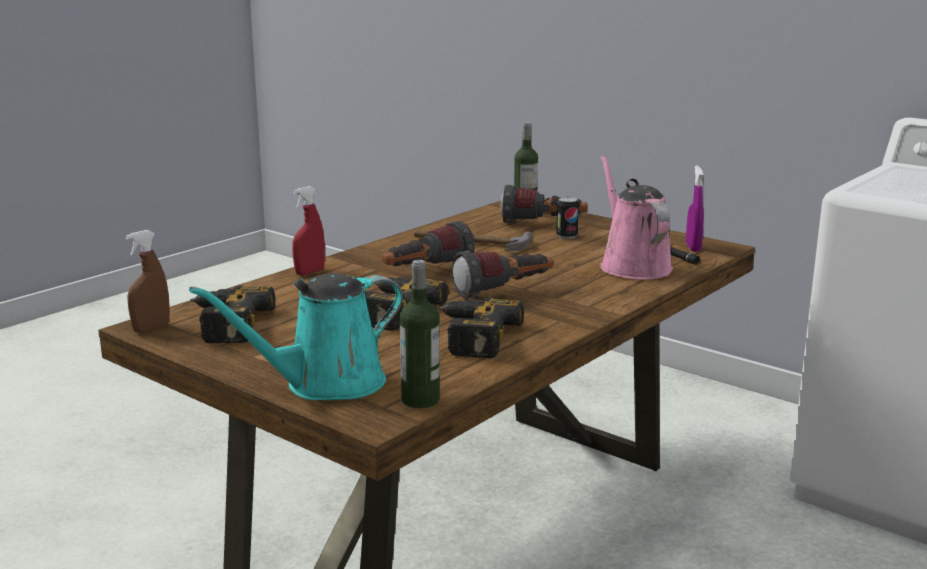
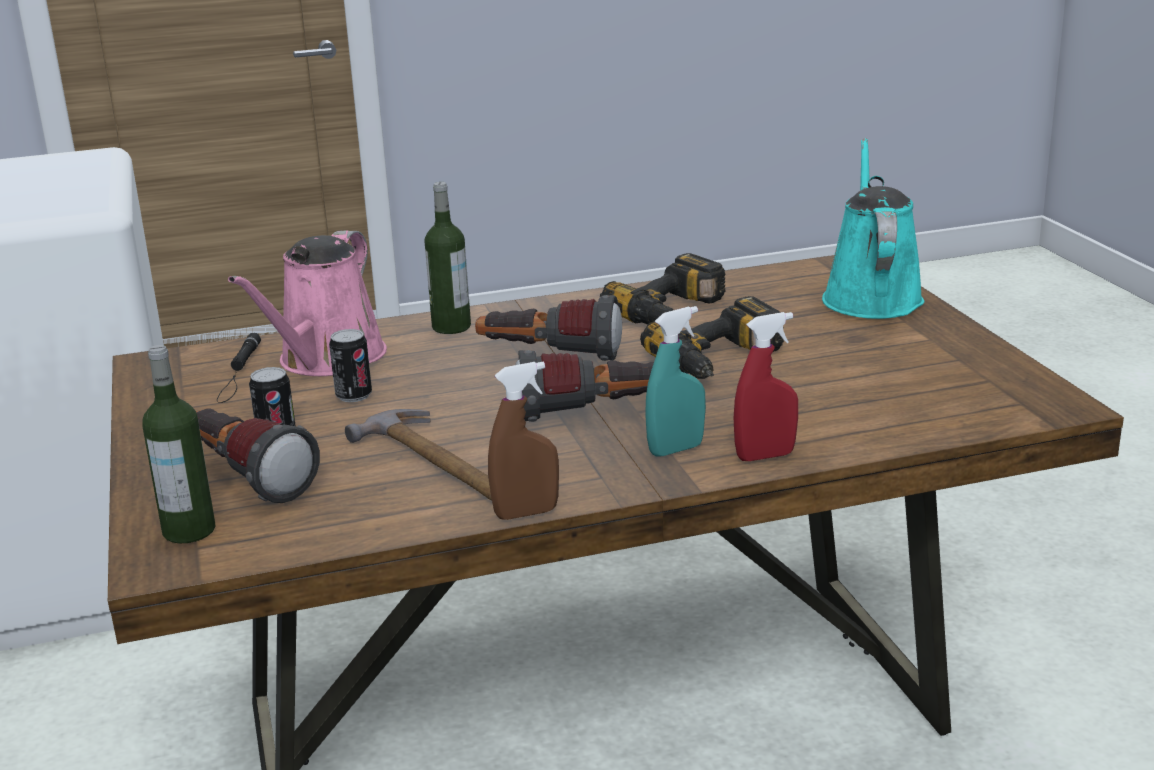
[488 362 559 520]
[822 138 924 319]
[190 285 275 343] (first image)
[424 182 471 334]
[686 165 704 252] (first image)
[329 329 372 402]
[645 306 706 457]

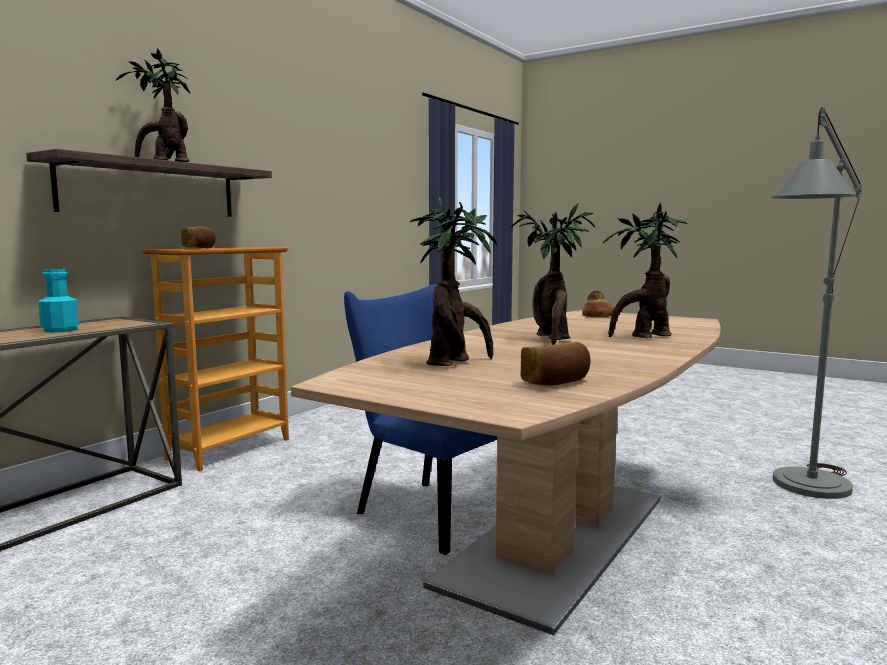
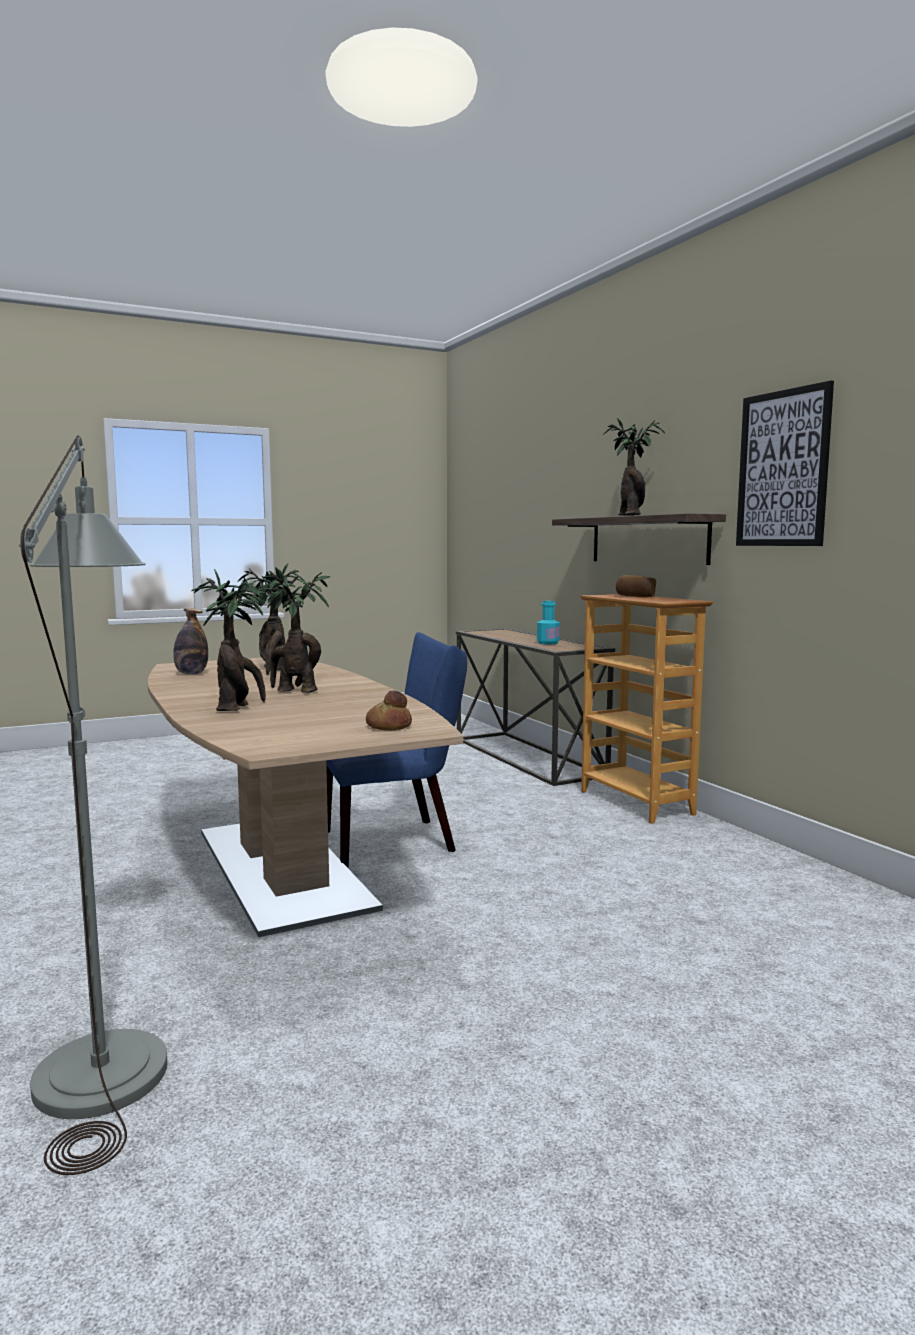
[173 608 208 674]
[736 381 834 546]

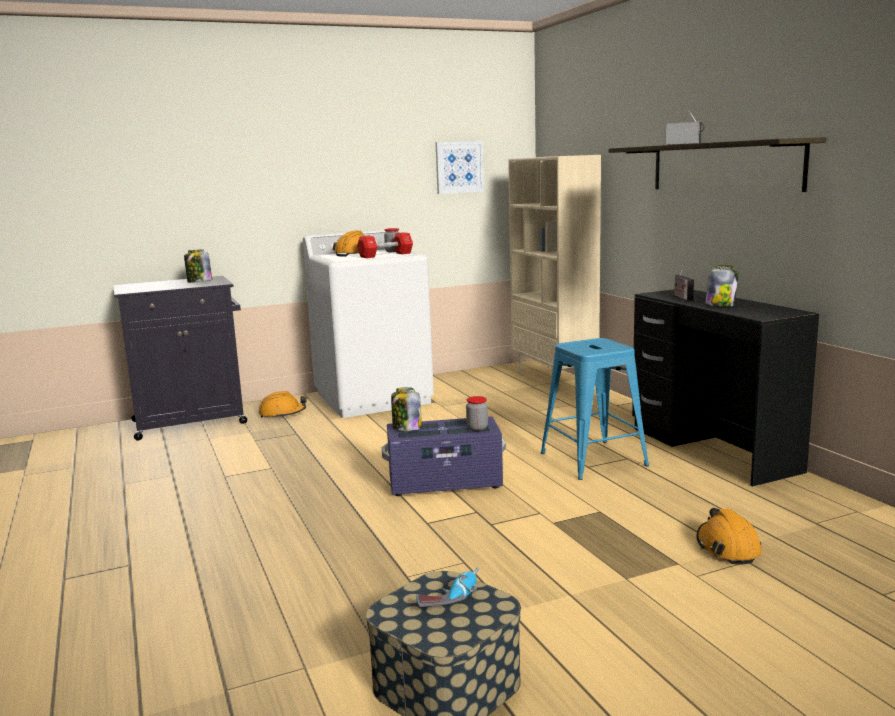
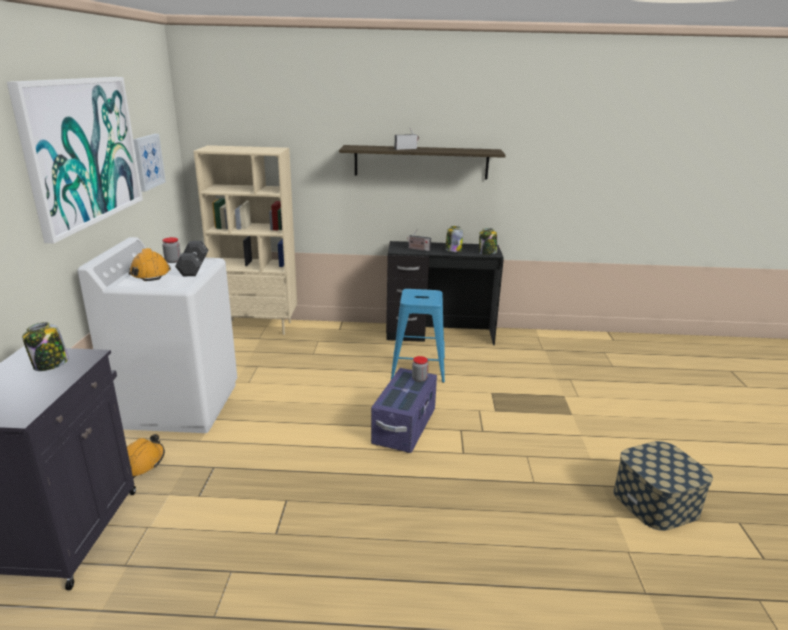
[175 241 209 276]
[479 228 497 255]
[416 567 479 607] (first image)
[696 508 762 565] (first image)
[7 77 143 243]

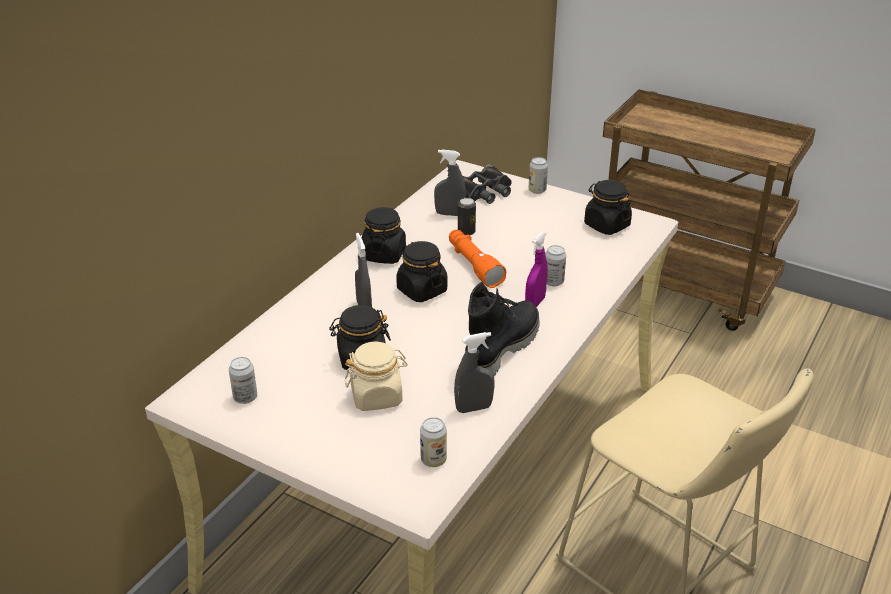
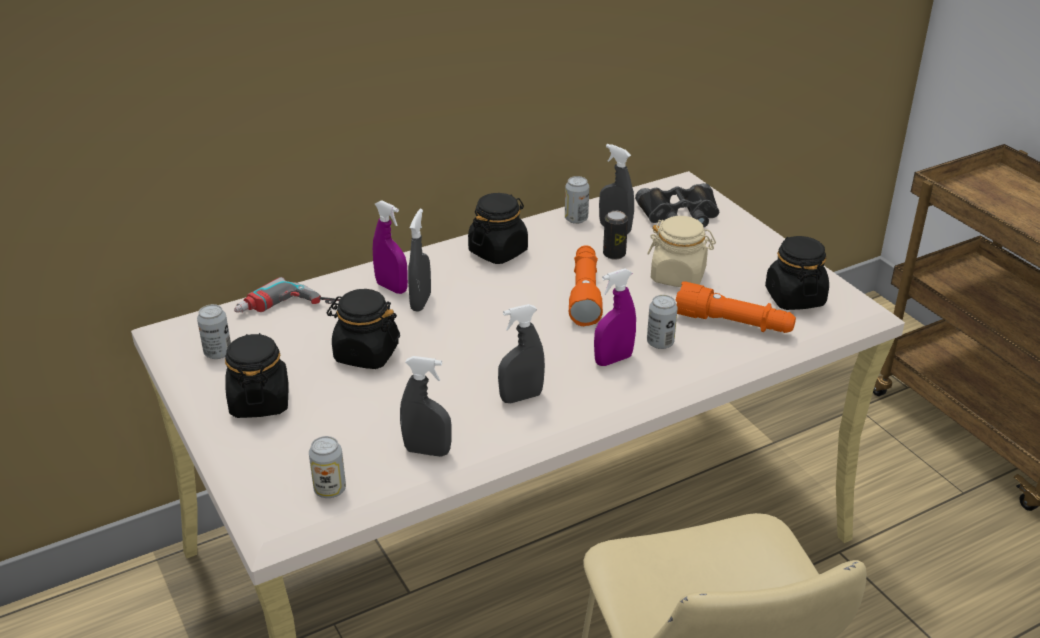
[647 216 716 287]
[225 333 288 418]
[498 304 545 403]
[565 176 589 224]
[234 277 340 313]
[373 200 408 294]
[676 281 796 333]

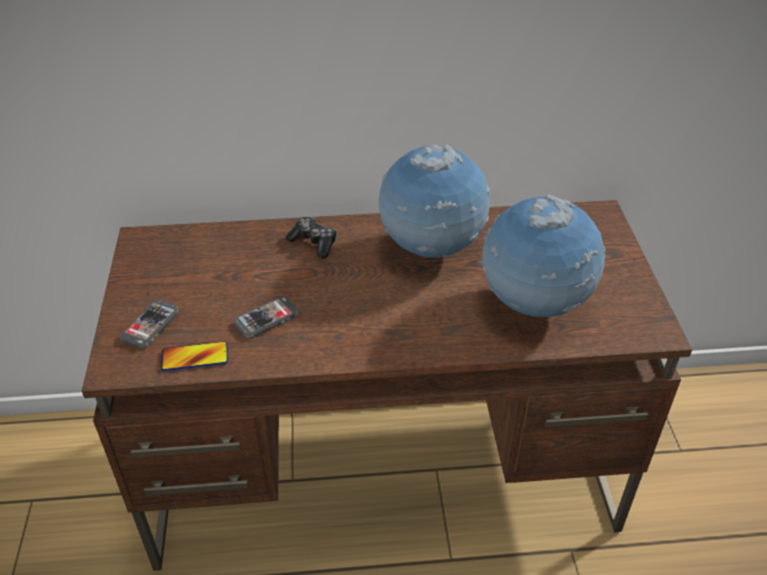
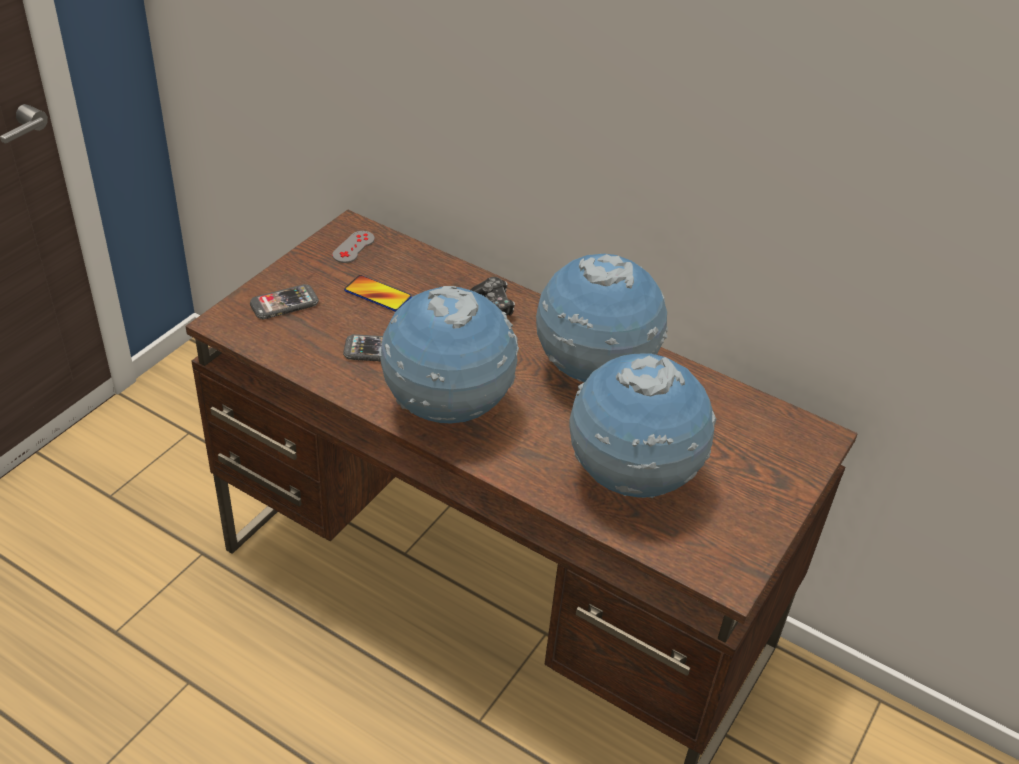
[344 275 412 311]
[332 231 375 263]
[378 286 519 424]

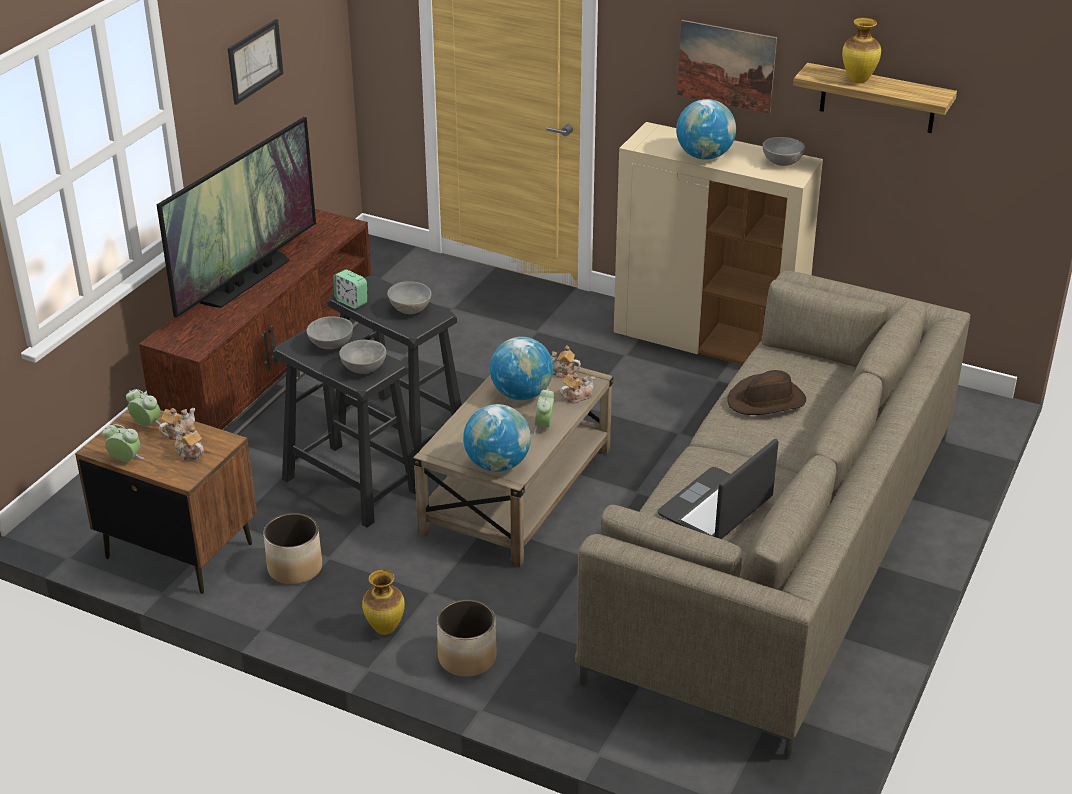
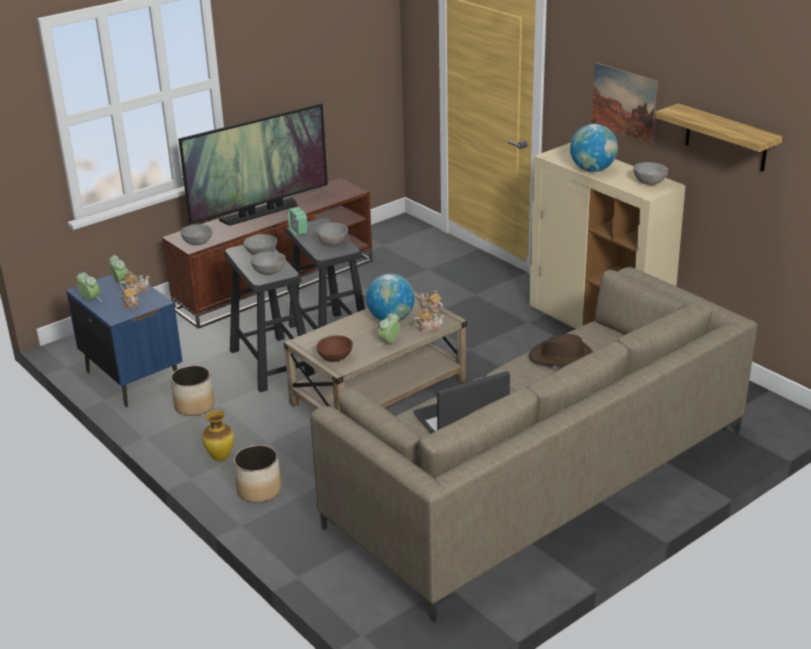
[66 269 183 407]
[228 19 283 105] (first image)
[316 335 353 362]
[842 17 881 83] (first image)
[180 224 212 245]

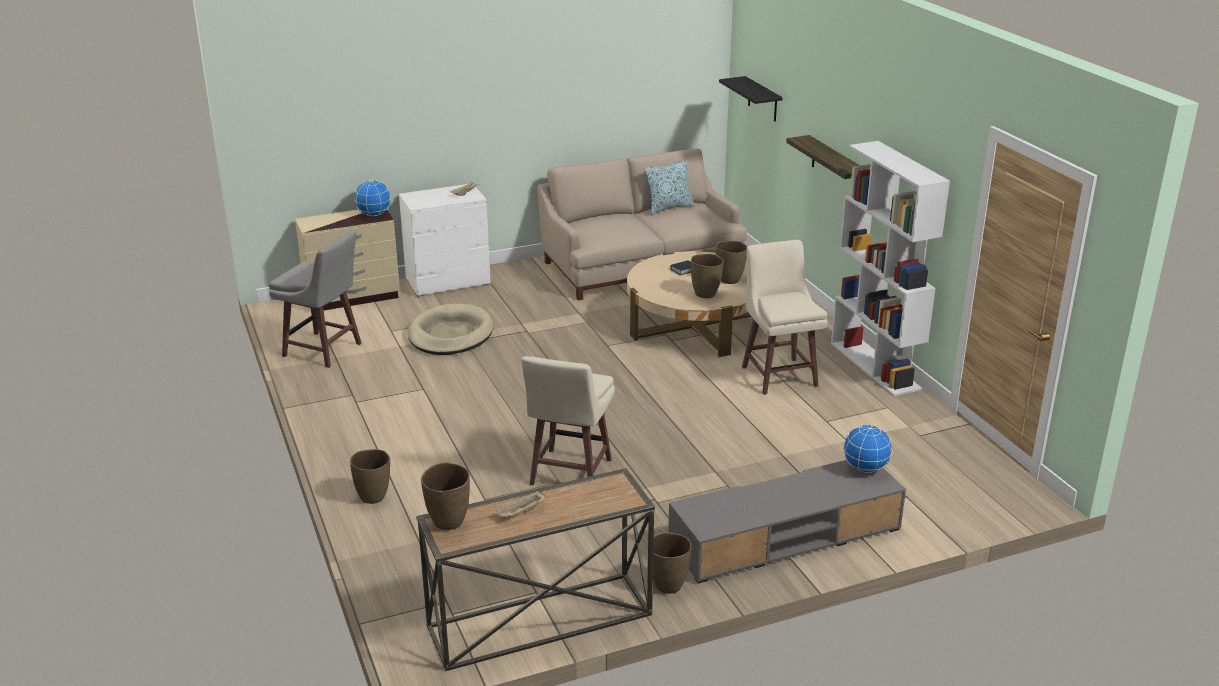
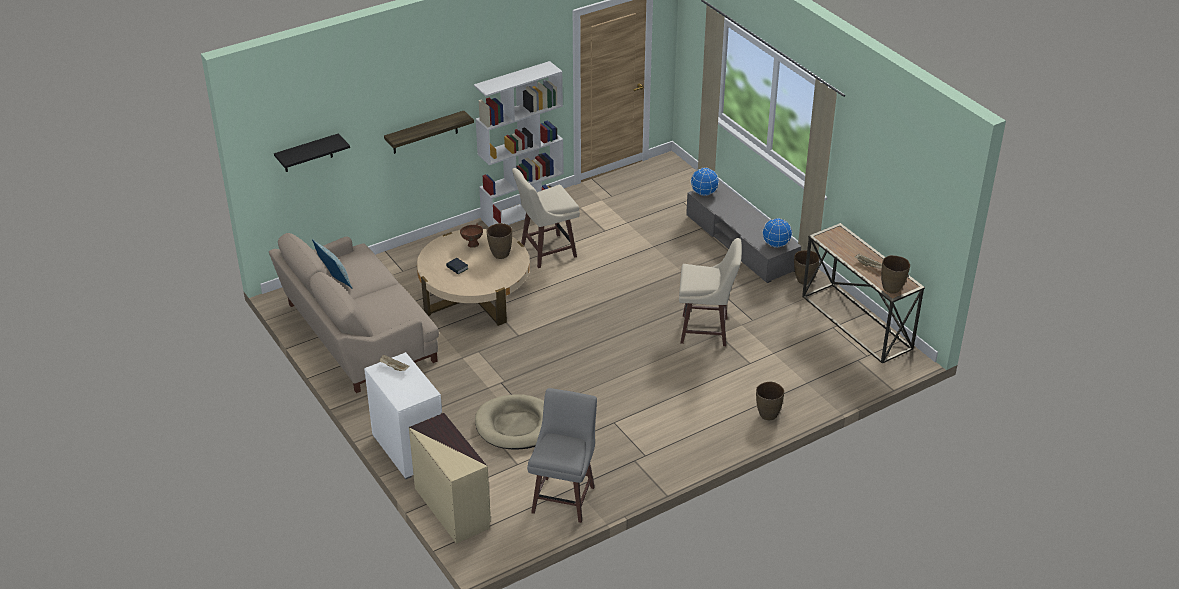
[762 218 792 248]
[460 224 483 248]

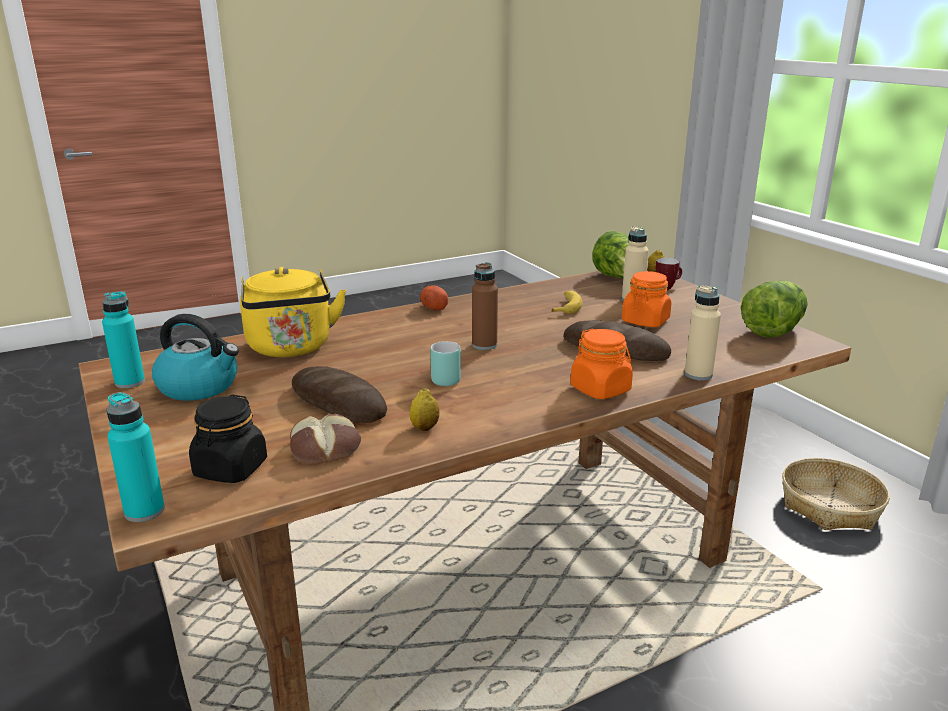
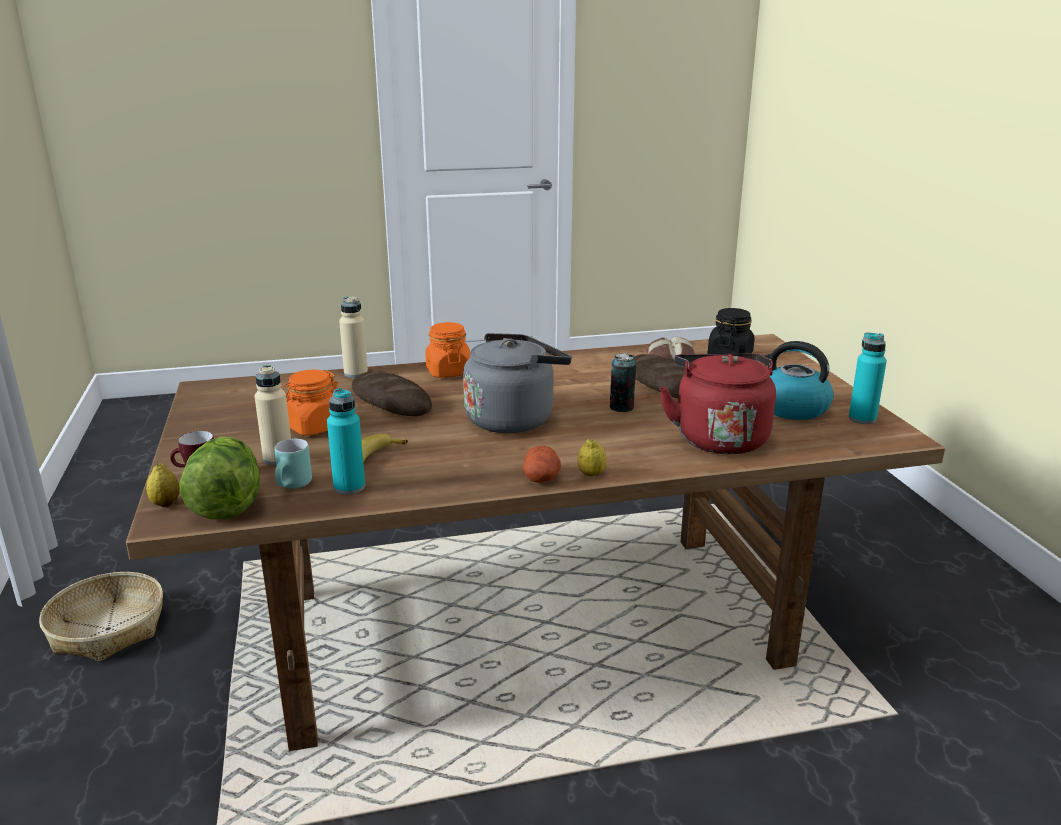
[327 388 365 495]
[659 354 776 454]
[578 439 606 476]
[274 439 312 489]
[463 333 572 433]
[741 281 808 337] (first image)
[610 353 636 412]

